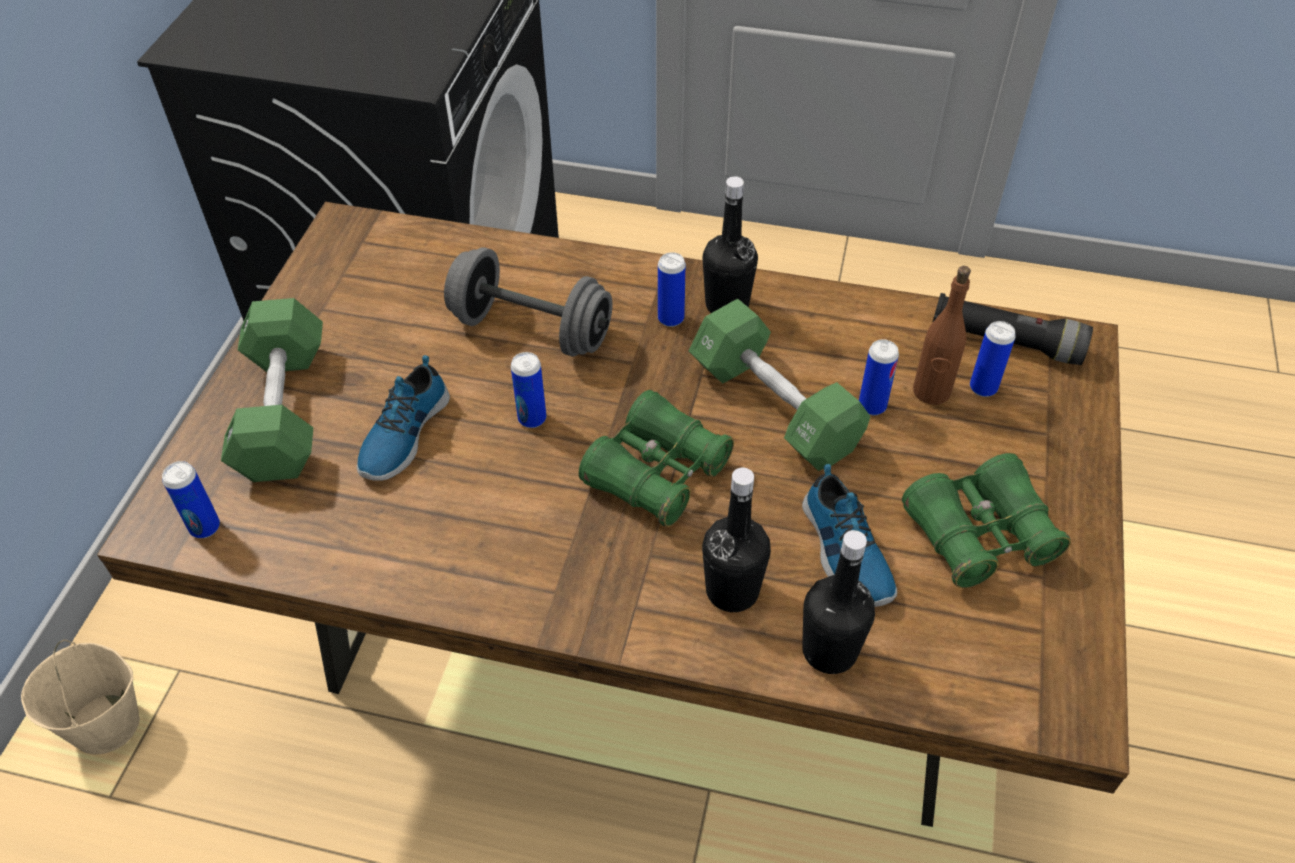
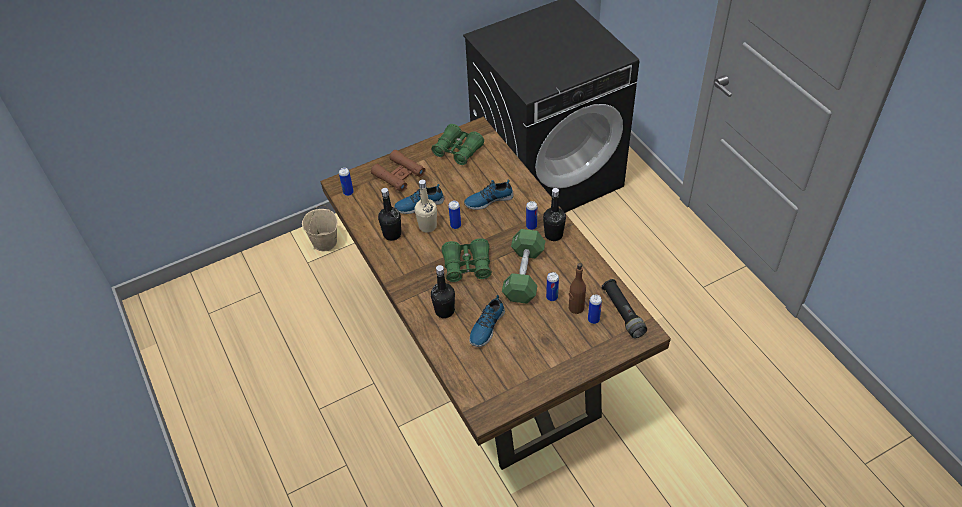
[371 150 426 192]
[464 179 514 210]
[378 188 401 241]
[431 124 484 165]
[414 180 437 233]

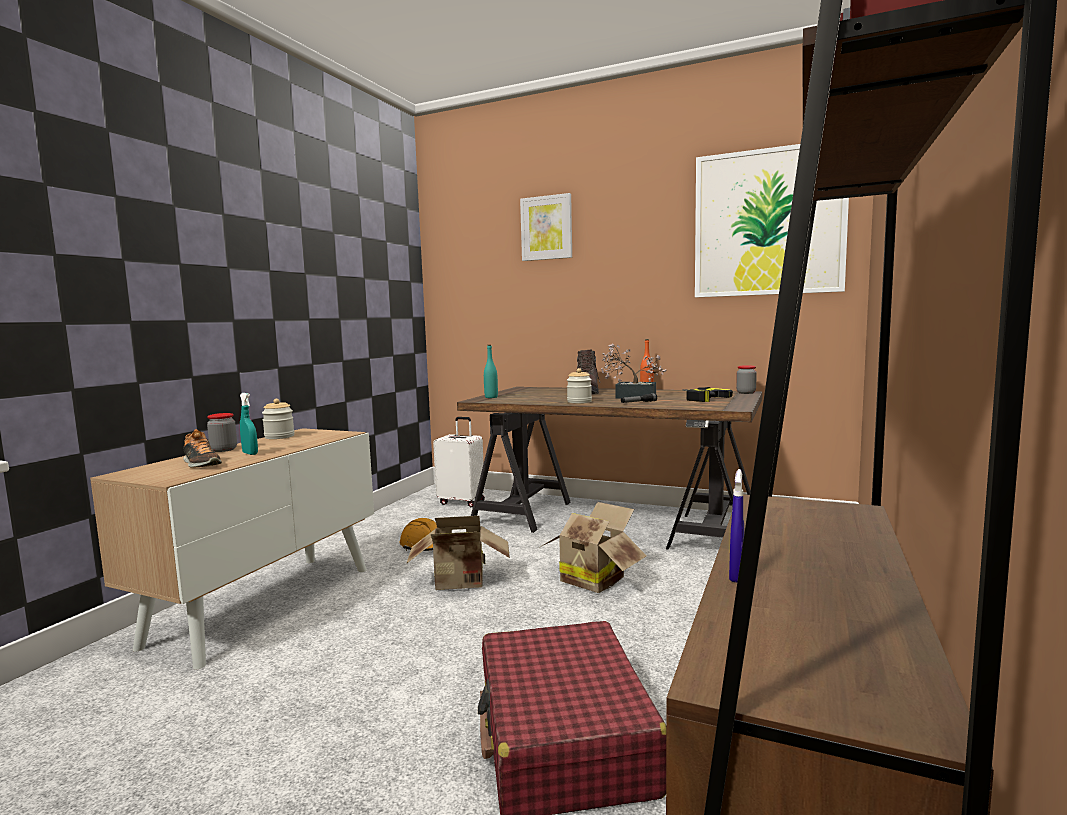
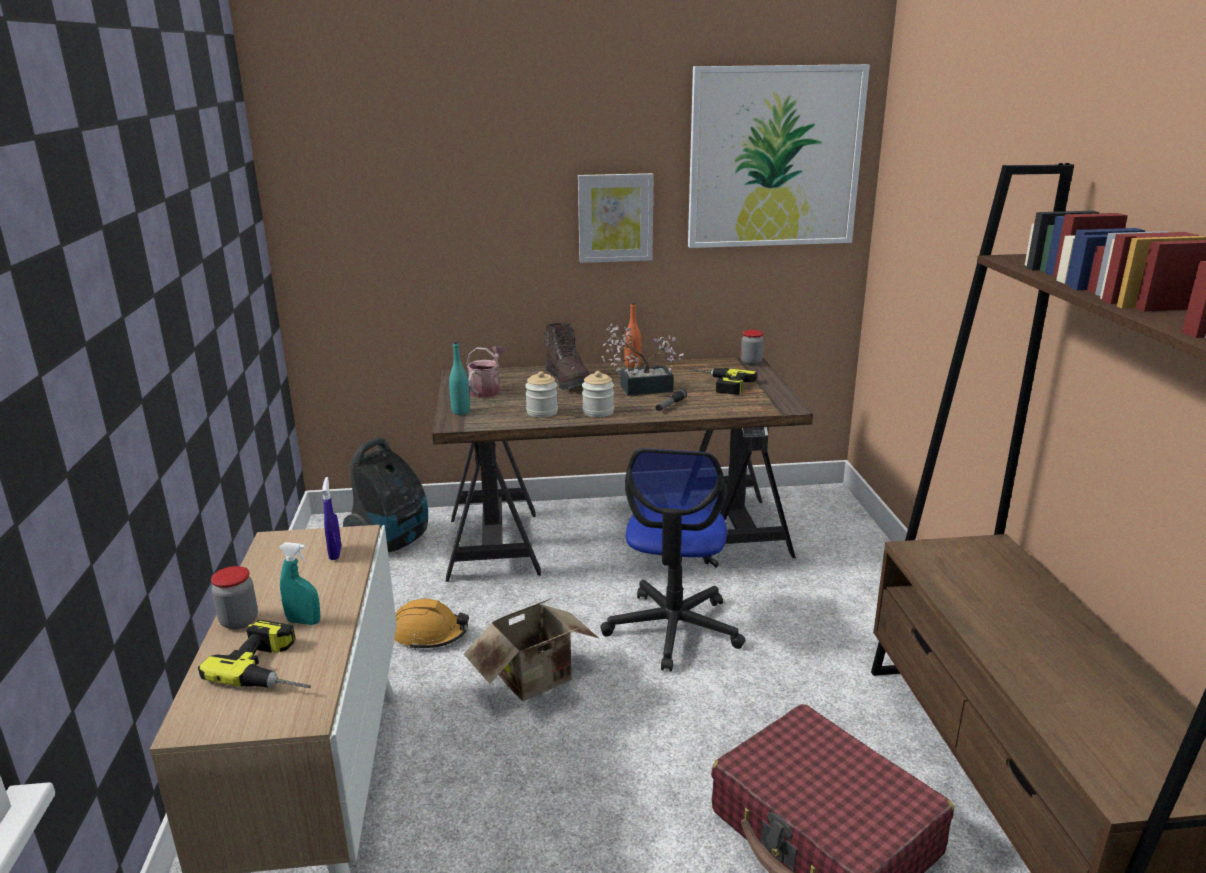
[198 620 311 688]
[525 371 558 418]
[343 438 428 552]
[578 173 654 263]
[601 448 746 671]
[322 477 341 560]
[467 346 505 398]

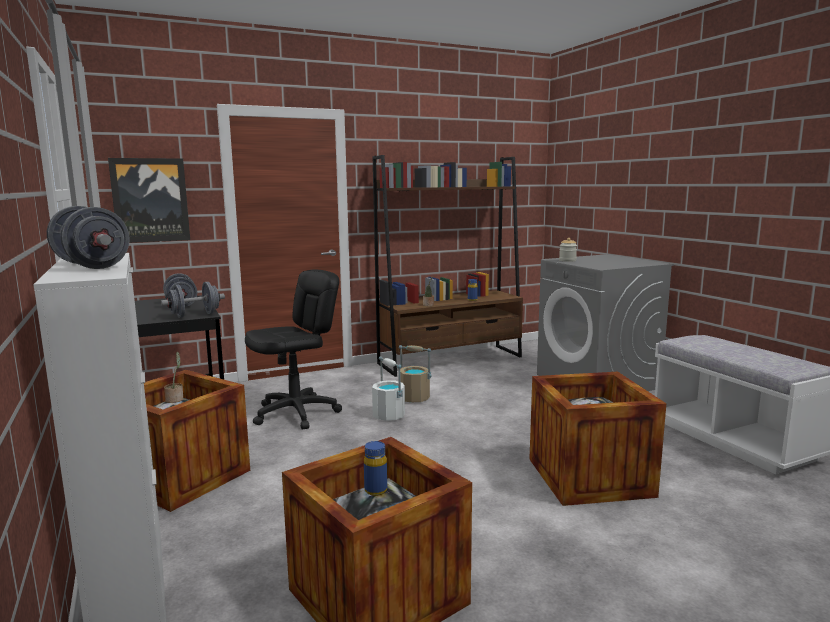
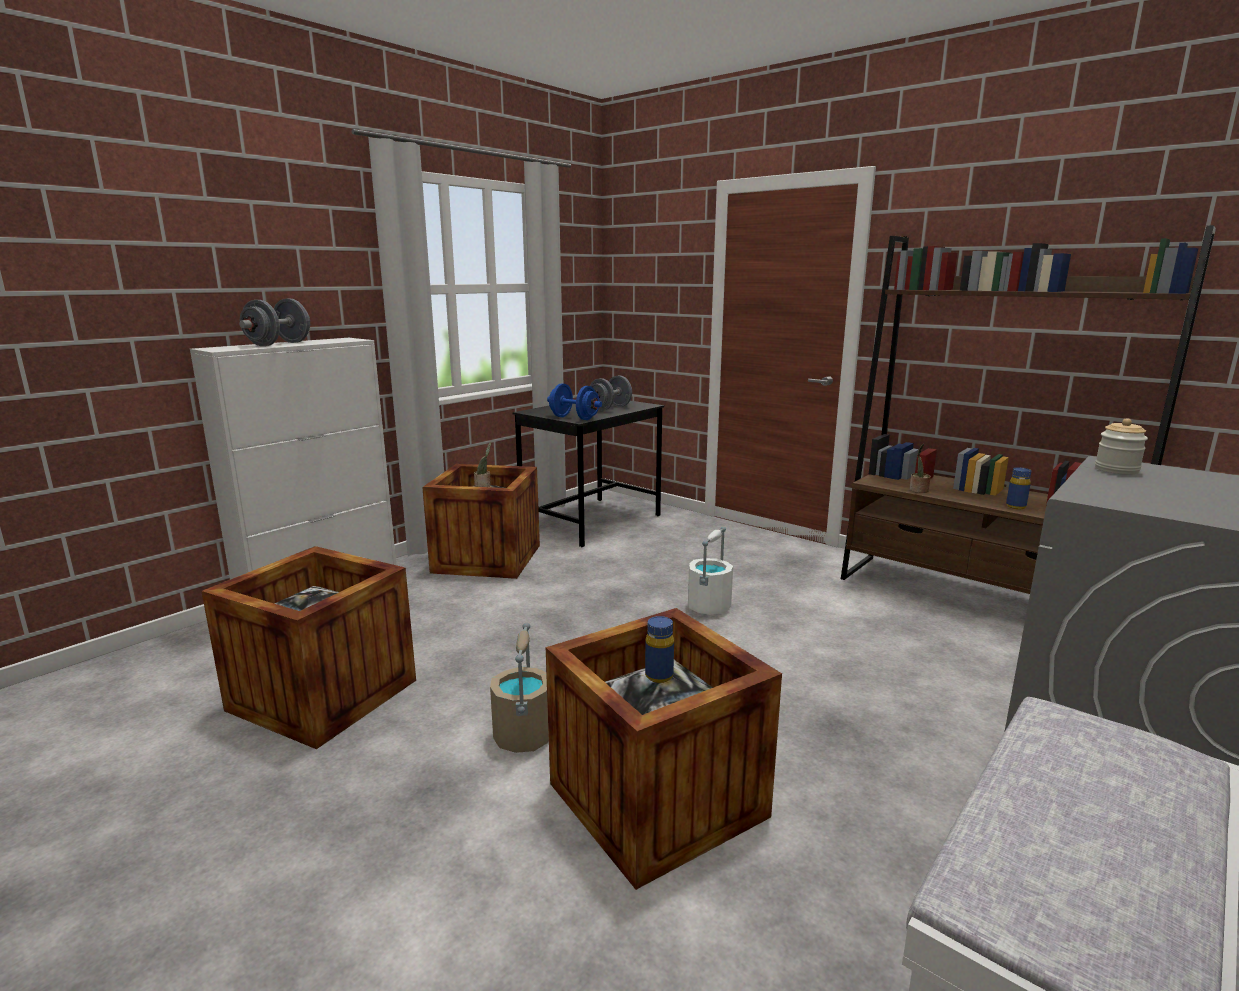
[108 158 190 243] (first image)
[547 384 602 420]
[245 270 342 430] (first image)
[645 616 674 683]
[490 623 549 753]

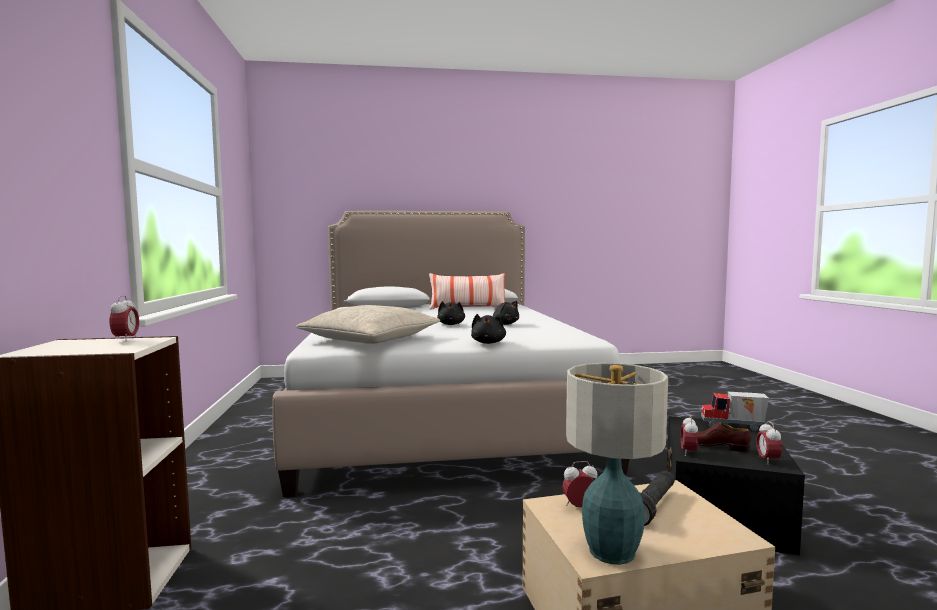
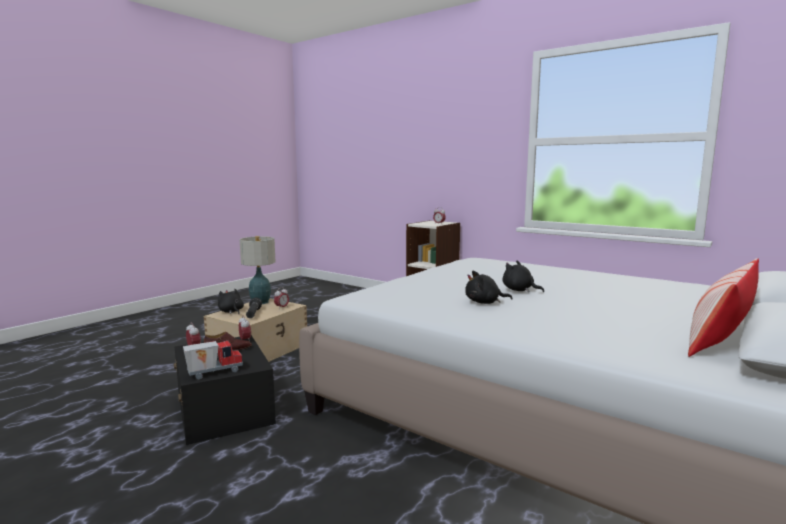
[296 305 440 344] (first image)
[218 289 244 314]

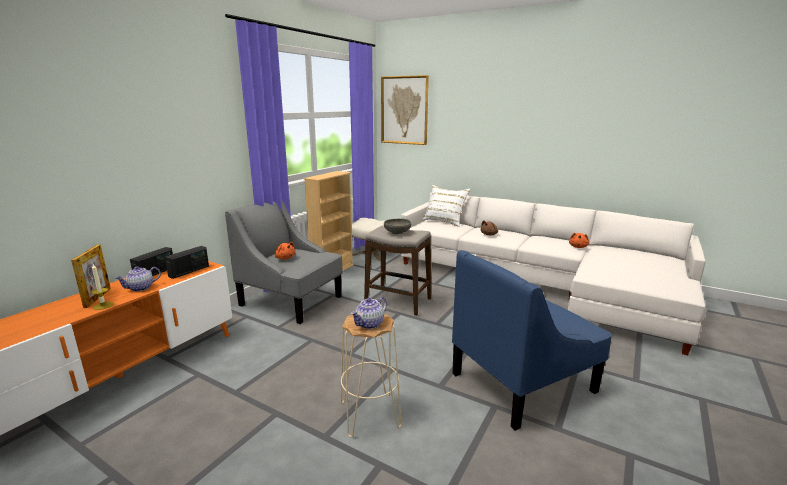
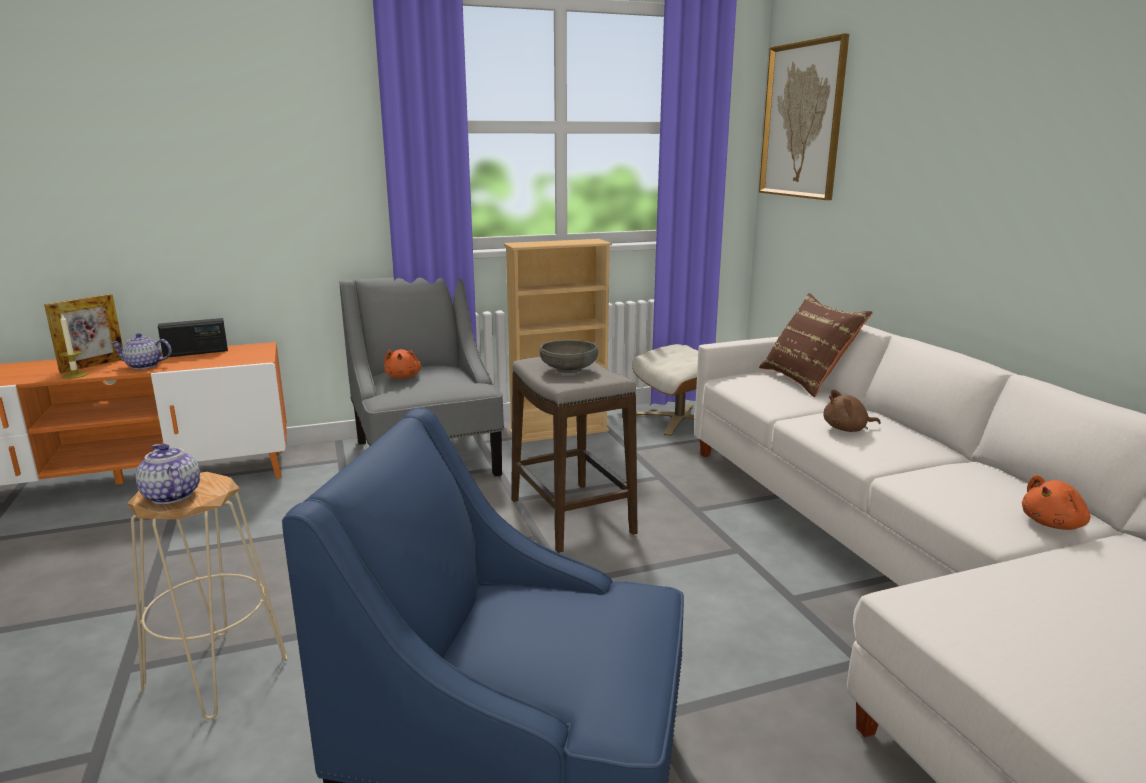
[165 246 209 279] (first image)
[136 444 200 504]
[759 293 873 397]

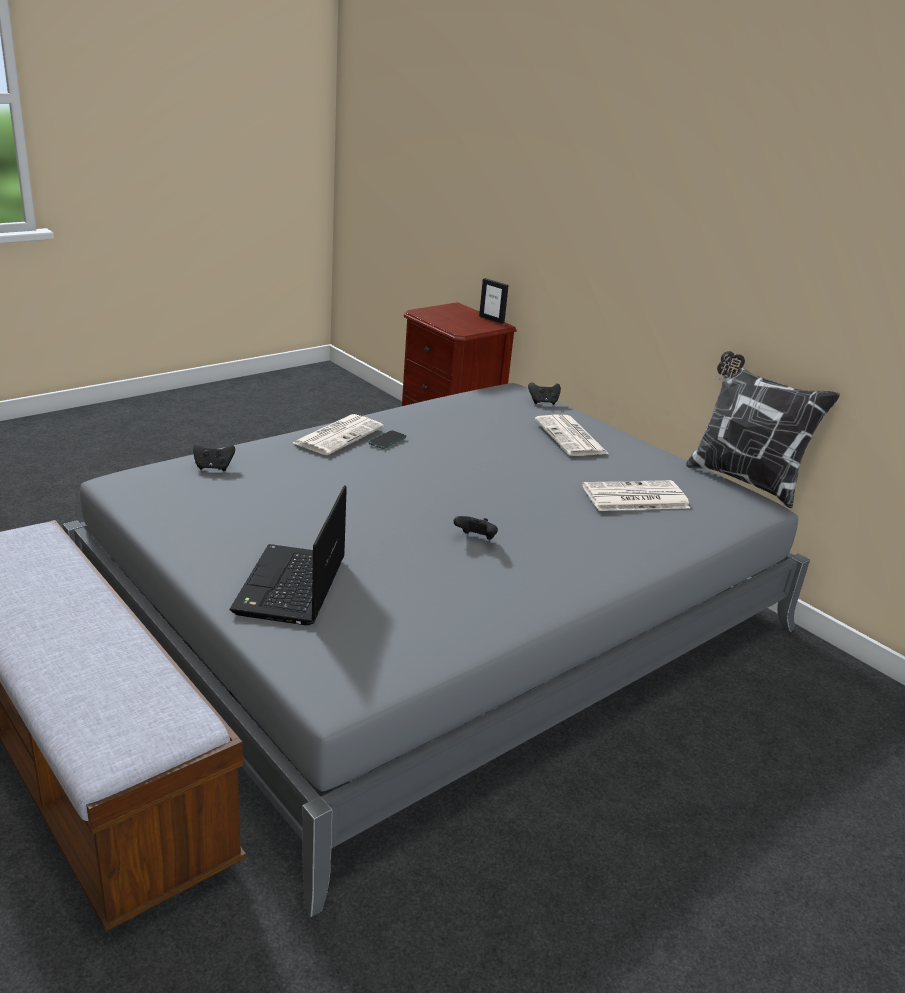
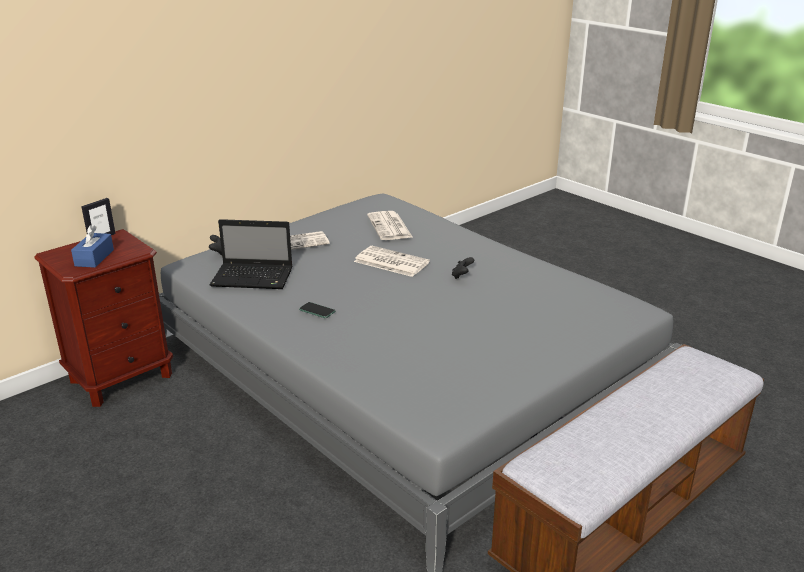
[193 442 235 471] (first image)
[210 219 292 289]
[354 246 430 277]
[686 351 840 508] (first image)
[71 225 114 268]

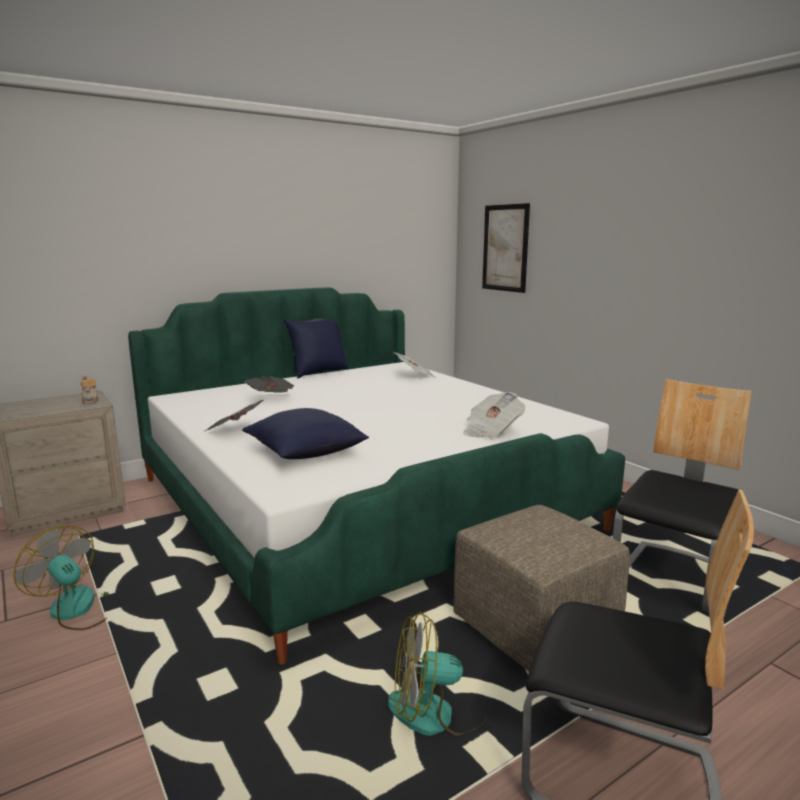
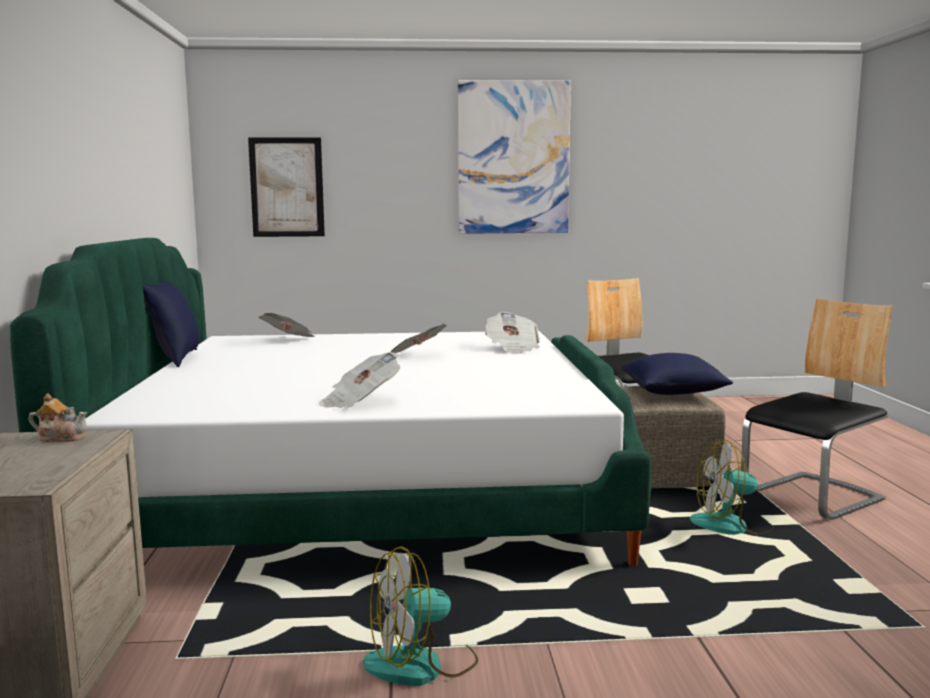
[622 353 733 395]
[391 324 447 353]
[690 440 774 535]
[458 80 571 234]

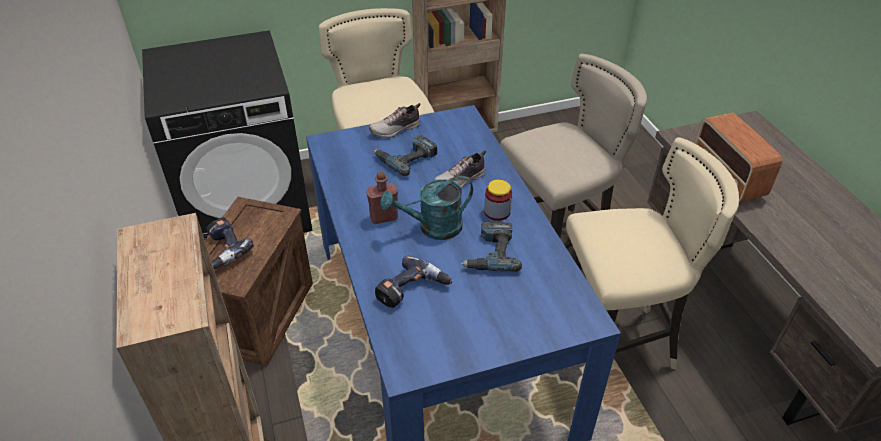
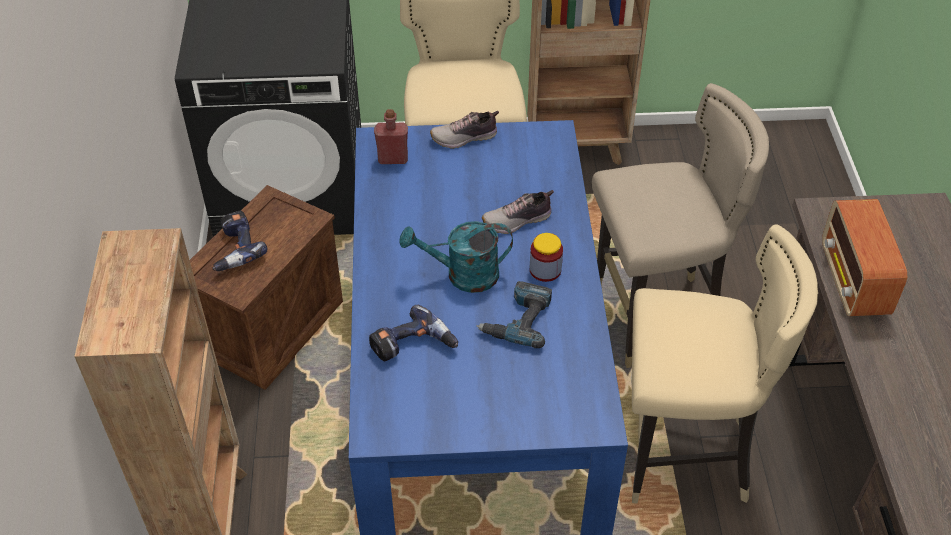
[374 109 408 164]
[374 135 437 176] (first image)

